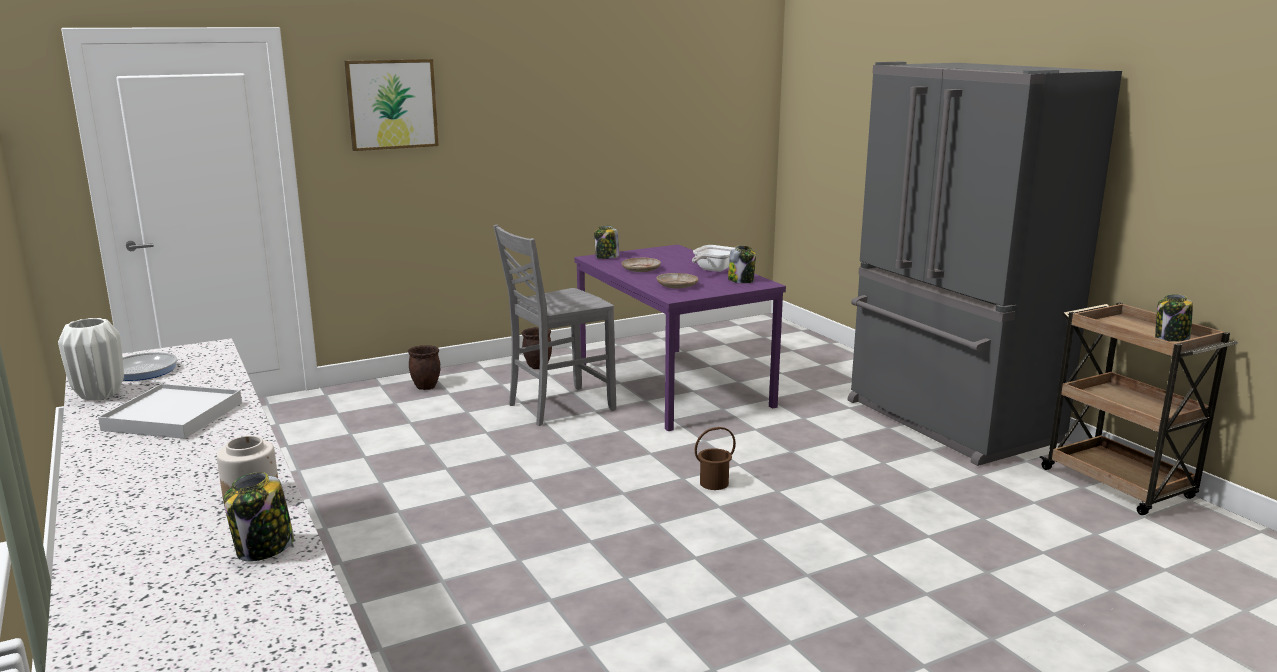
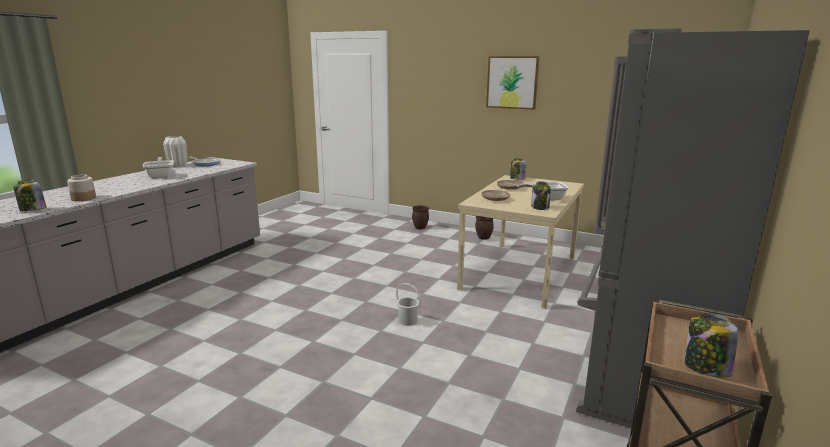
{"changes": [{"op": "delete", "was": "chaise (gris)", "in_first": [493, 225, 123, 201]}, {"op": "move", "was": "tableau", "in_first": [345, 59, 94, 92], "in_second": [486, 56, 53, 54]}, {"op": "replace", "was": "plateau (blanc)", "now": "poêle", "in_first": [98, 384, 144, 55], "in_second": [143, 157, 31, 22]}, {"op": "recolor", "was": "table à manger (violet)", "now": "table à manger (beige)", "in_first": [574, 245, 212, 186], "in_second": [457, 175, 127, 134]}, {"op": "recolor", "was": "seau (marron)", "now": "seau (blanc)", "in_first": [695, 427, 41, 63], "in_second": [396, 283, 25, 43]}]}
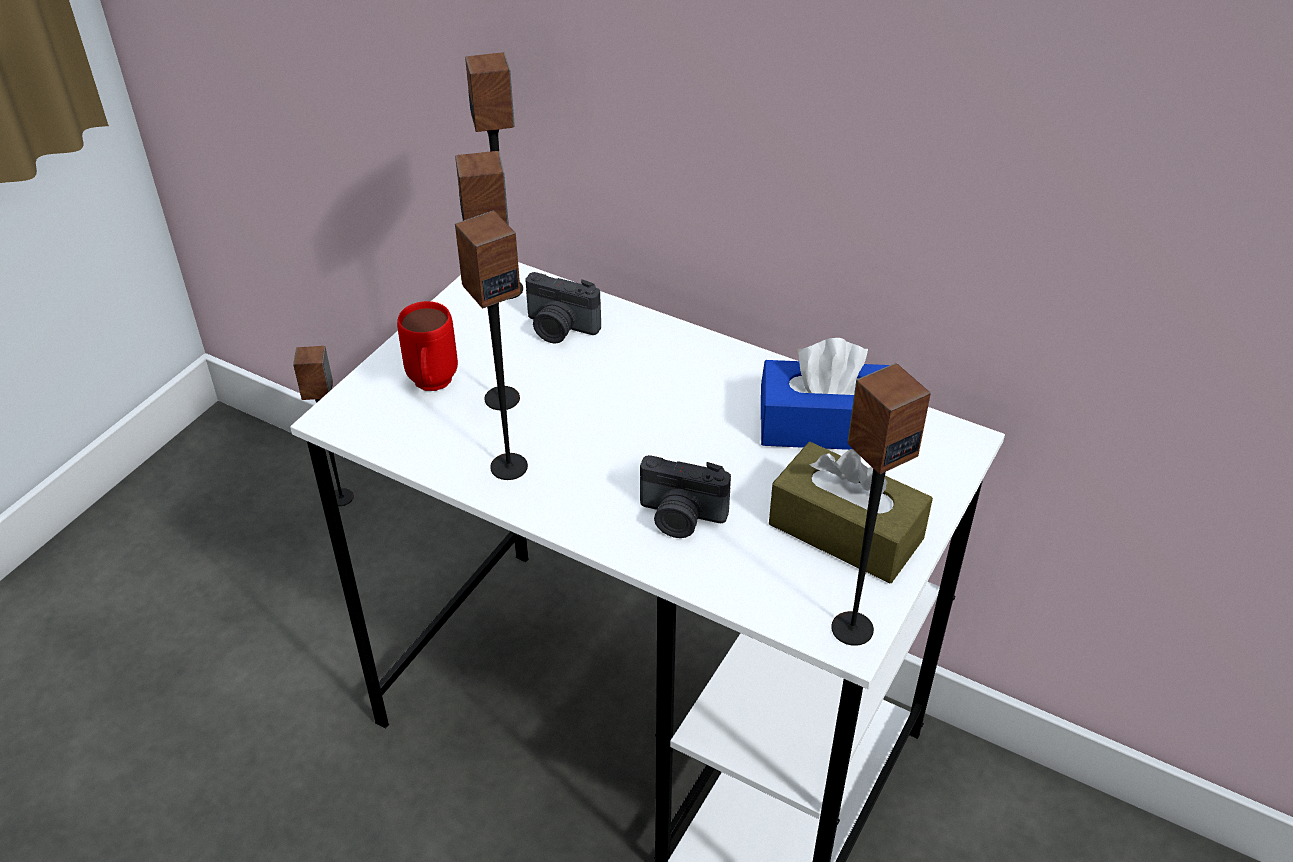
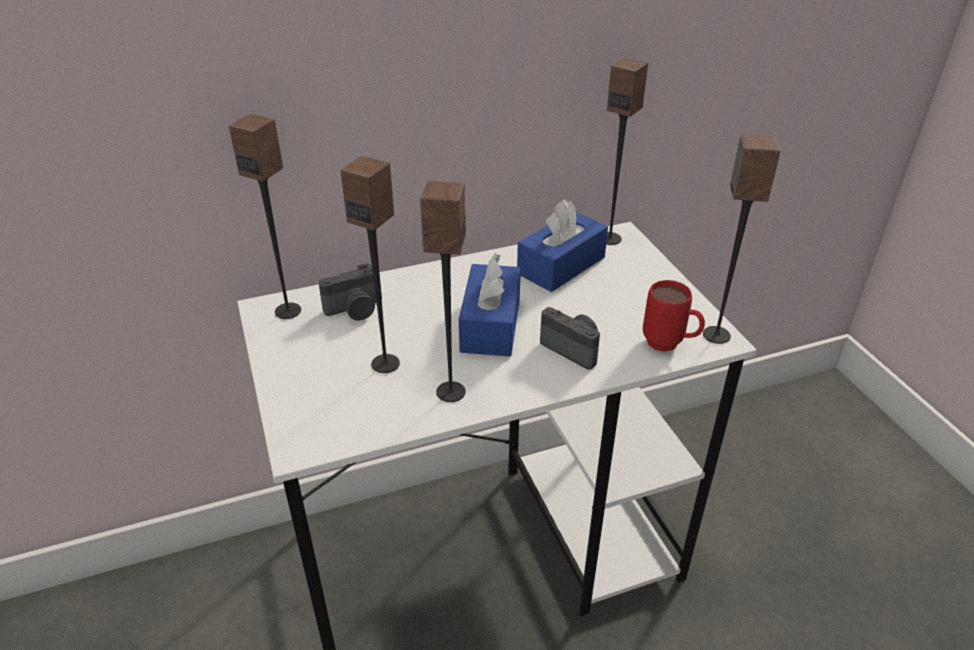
{"changes": [{"op": "delete", "was": "boîte à mouchoirs (marron)", "in_first": [769, 442, 164, 142]}, {"op": "insert", "now": "boîte à mouchoirs (bleu)", "in_second": [459, 254, 62, 102]}, {"op": "move", "was": "enceinte", "in_first": [293, 346, 61, 160], "in_second": [606, 58, 42, 187]}, {"op": "move", "was": "mug (rouge)", "in_first": [397, 301, 61, 90], "in_second": [643, 280, 62, 72]}, {"op": "rotate", "was": "appareil photo", "in_first": [640, 455, 91, 83], "in_second": [540, 307, 60, 62], "clockwise": -105}]}
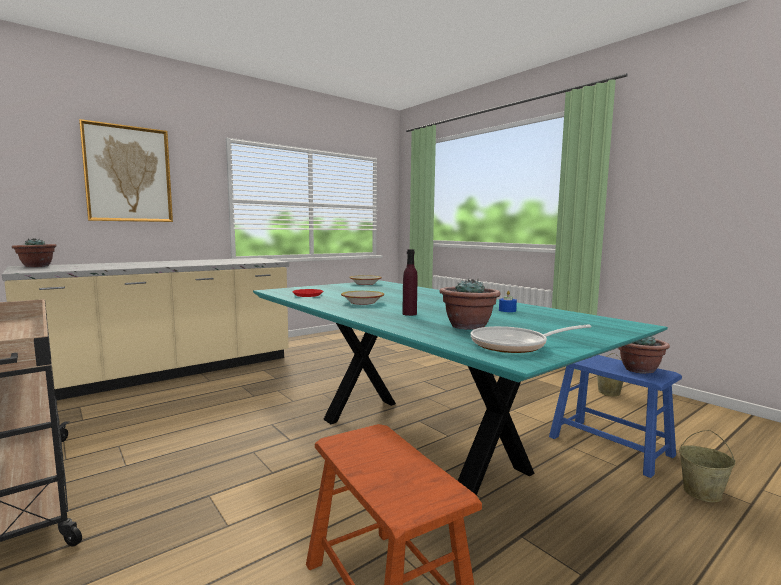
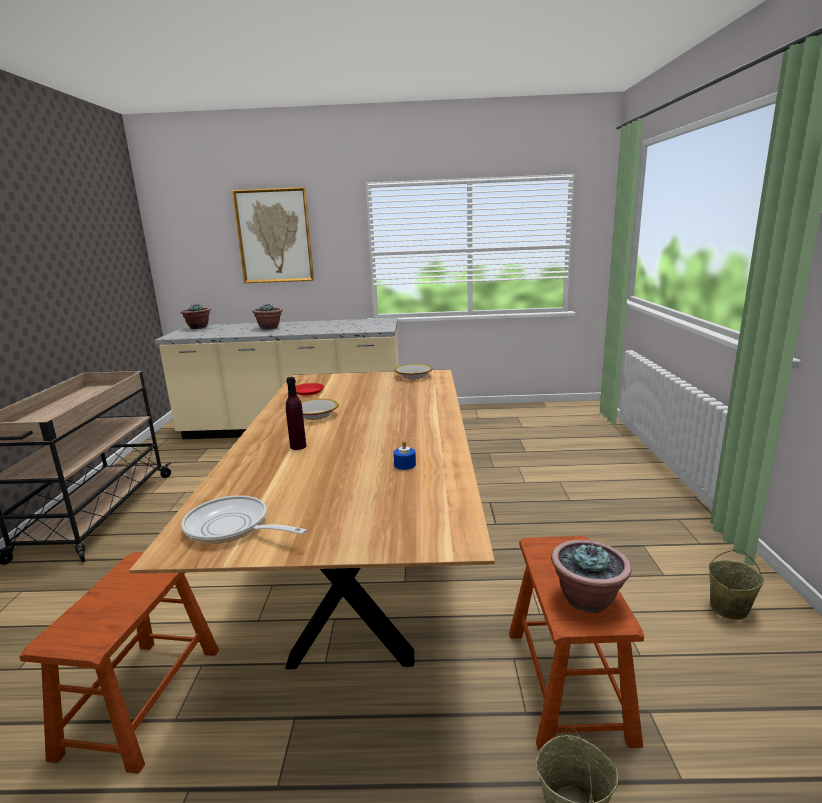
{"changes": [{"op": "move", "was": "plante en pot", "in_first": [440, 278, 61, 52], "in_second": [252, 304, 31, 25]}, {"op": "recolor", "was": "table à manger (turquoise)", "now": "table à manger (marron)", "in_first": [253, 280, 415, 216], "in_second": [129, 369, 366, 300]}, {"op": "recolor", "was": "tabouret (bleu)", "now": "tabouret (marron)", "in_first": [549, 355, 133, 123], "in_second": [509, 536, 135, 215]}]}
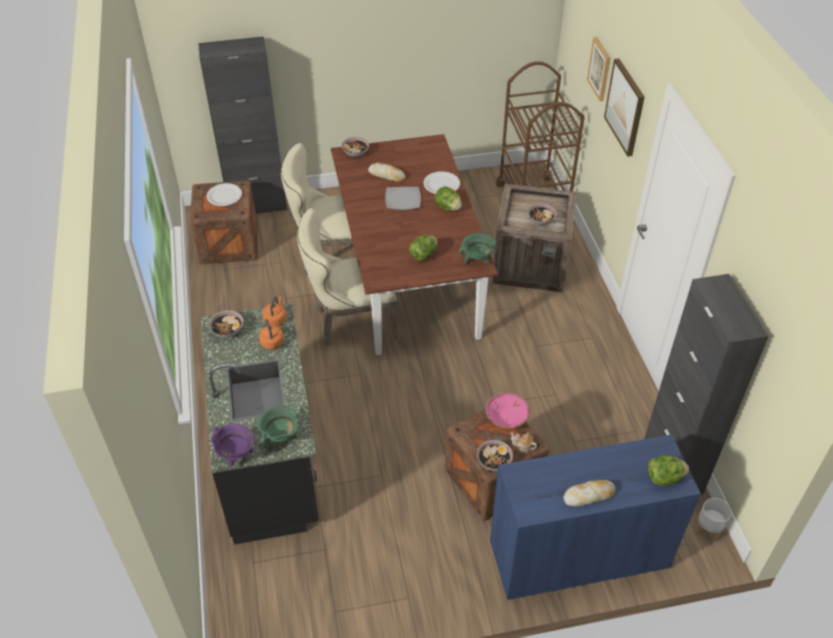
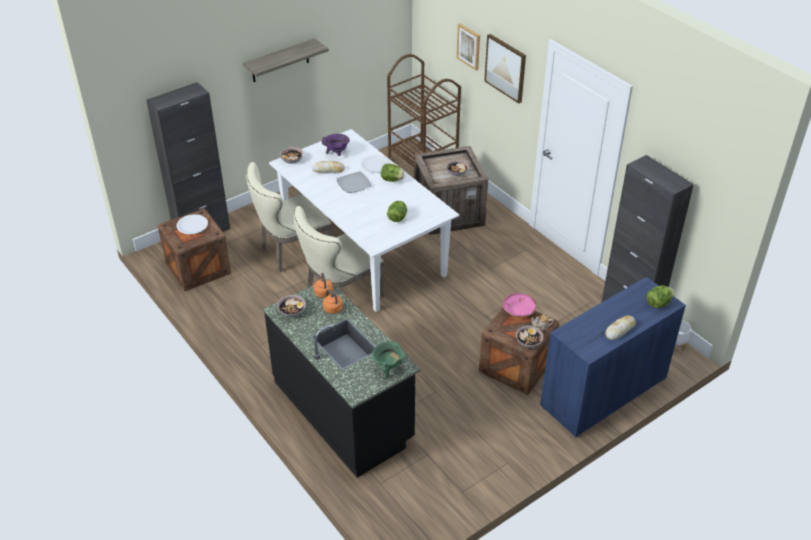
{"changes": [{"op": "delete", "was": "marmite (vert)", "in_first": [459, 233, 37, 32]}, {"op": "insert", "now": "étagère", "in_second": [243, 38, 86, 44]}, {"op": "move", "was": "marmite (violet)", "in_first": [211, 424, 44, 43], "in_second": [322, 134, 28, 22]}, {"op": "recolor", "was": "table à manger (marron)", "now": "table à manger (blanc)", "in_first": [331, 134, 167, 221], "in_second": [269, 129, 190, 183]}]}
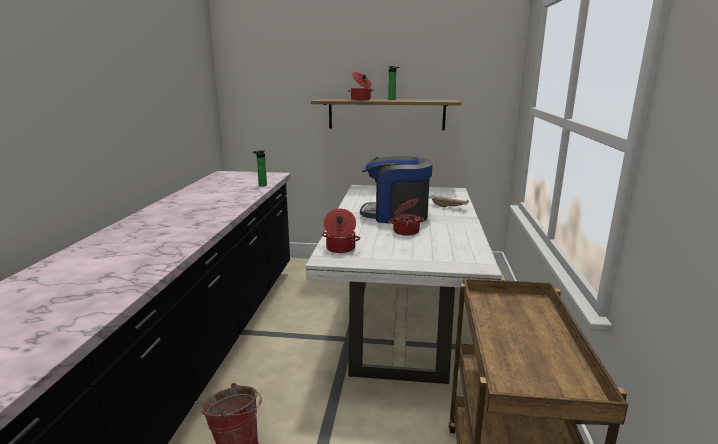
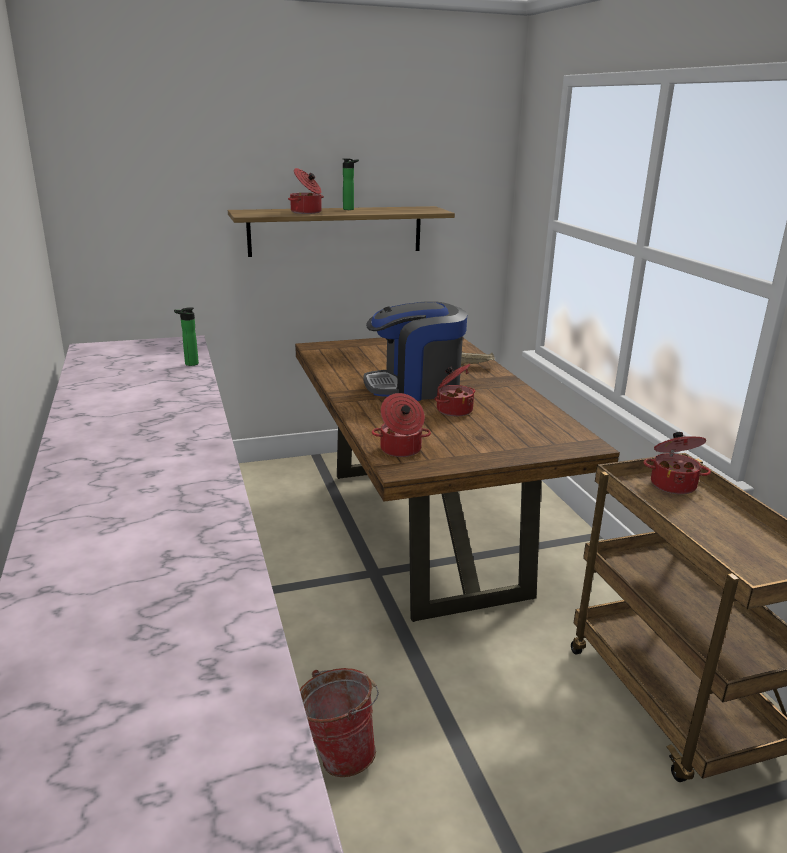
{"changes": [{"op": "insert", "now": "marmite", "in_second": [643, 432, 68, 62]}, {"op": "recolor", "was": "table à manger (blanc)", "now": "table à manger (marron)", "in_first": [306, 185, 196, 199], "in_second": [295, 337, 325, 285]}]}
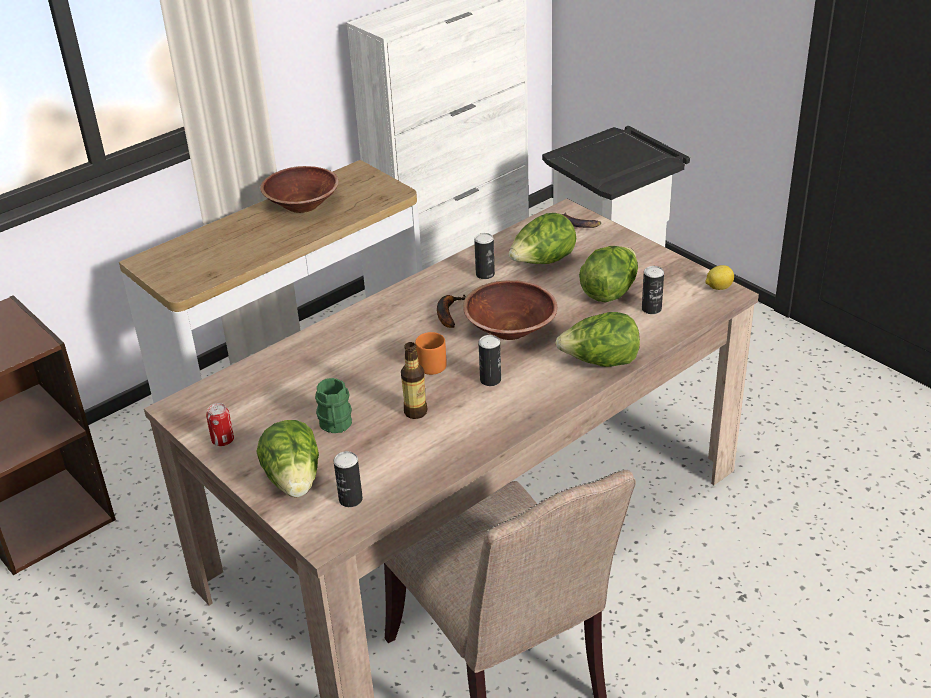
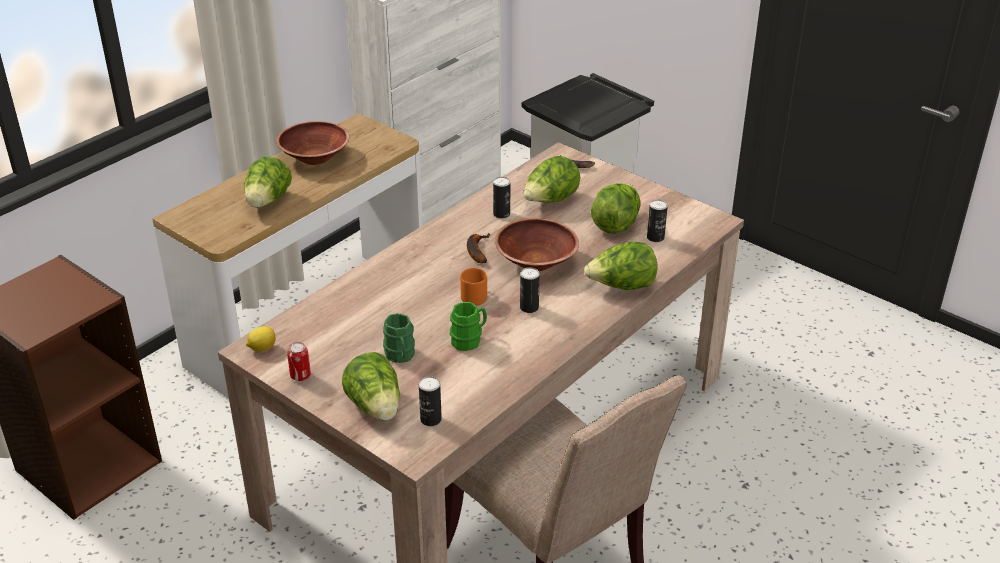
{"changes": [{"op": "insert", "now": "laitue", "in_second": [244, 157, 48, 51]}, {"op": "move", "was": "citron", "in_first": [705, 265, 29, 25], "in_second": [246, 326, 30, 26]}, {"op": "replace", "was": "bouteille", "now": "mug (vert)", "in_first": [401, 342, 26, 77], "in_second": [450, 302, 37, 49]}]}
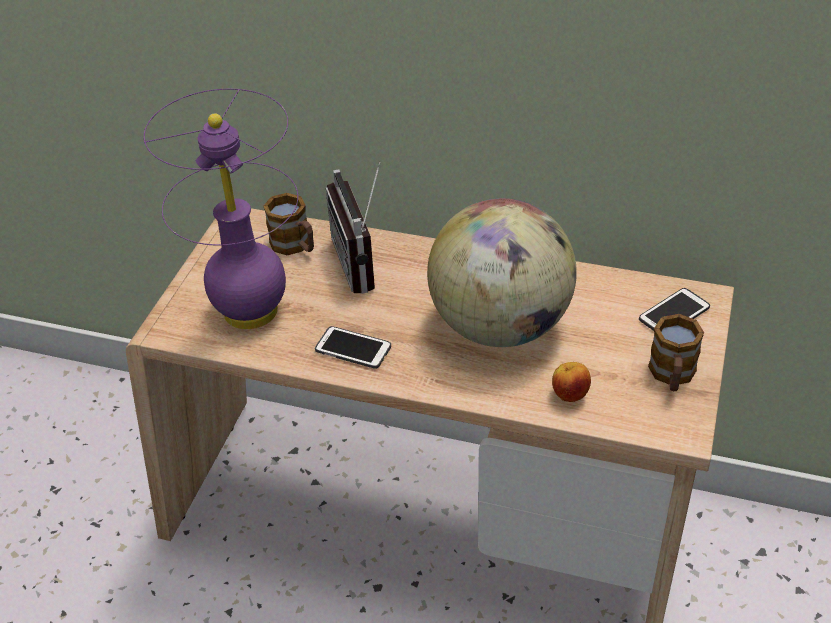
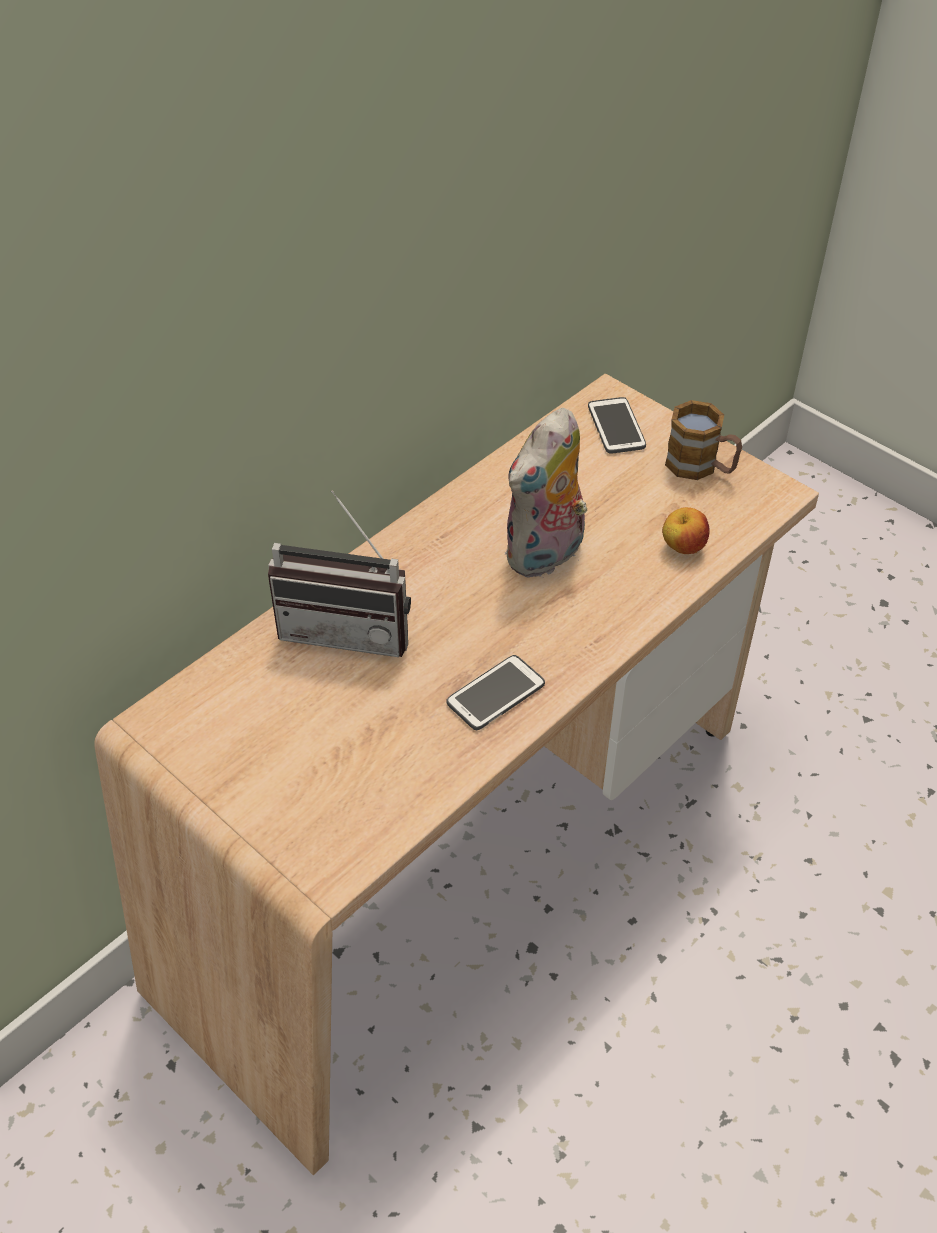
{"changes": [{"op": "delete", "was": "lampe de table (violet)", "in_first": [144, 89, 154, 240]}, {"op": "delete", "was": "mug", "in_first": [263, 193, 51, 62]}, {"op": "replace", "was": "globe", "now": "peluche", "in_first": [427, 198, 150, 149], "in_second": [505, 408, 82, 170]}]}
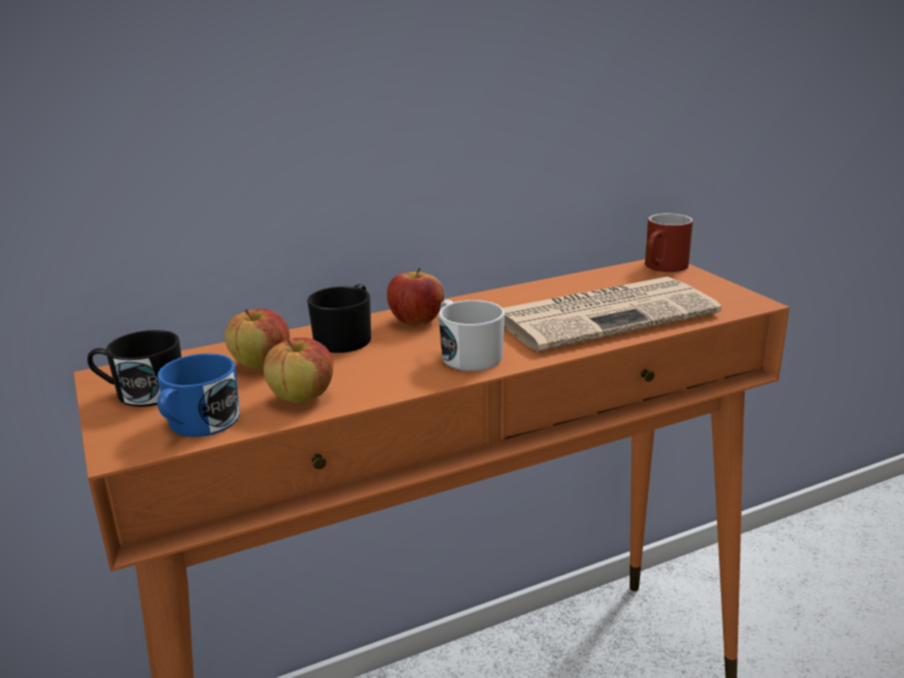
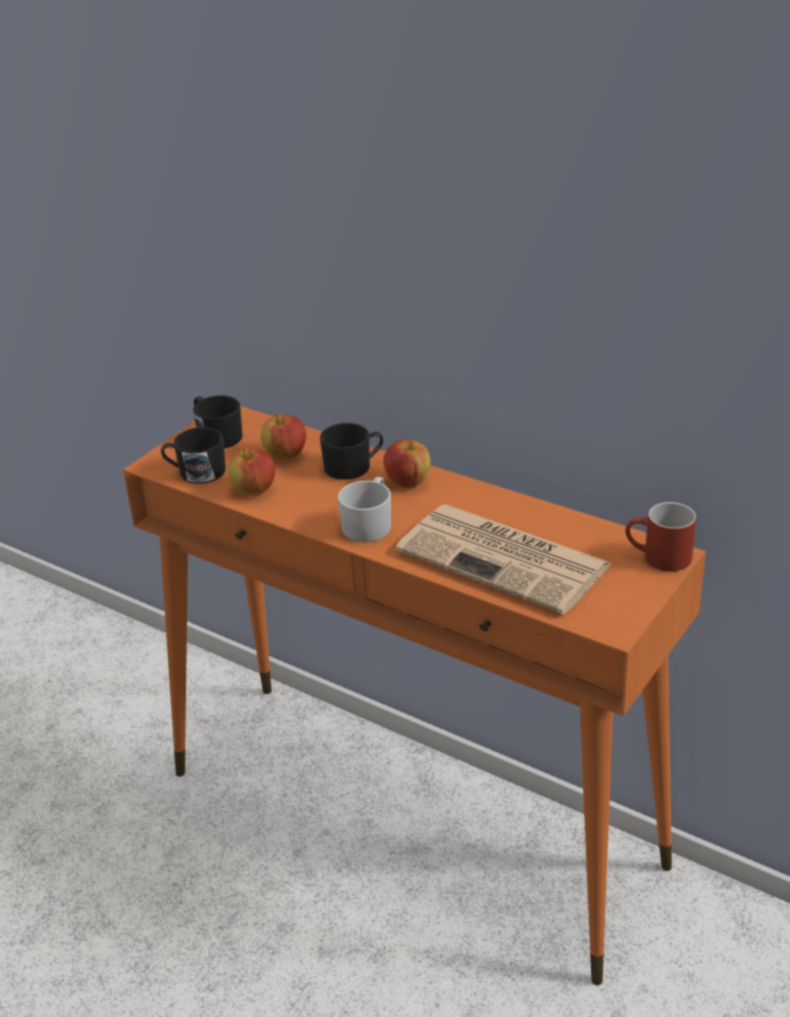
{"changes": [{"op": "recolor", "was": "mug (bleu)", "now": "mug (noir)", "in_first": [157, 353, 83, 84], "in_second": [161, 427, 65, 57]}]}
